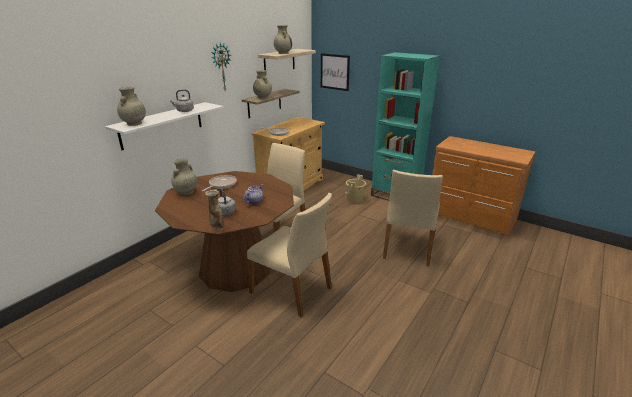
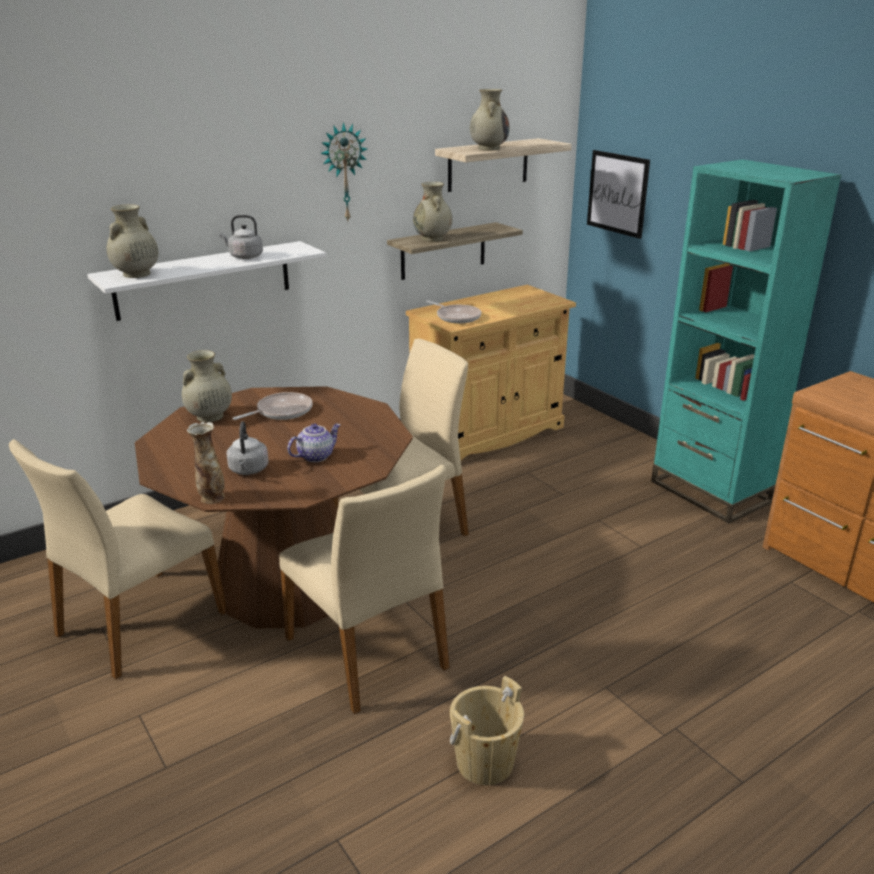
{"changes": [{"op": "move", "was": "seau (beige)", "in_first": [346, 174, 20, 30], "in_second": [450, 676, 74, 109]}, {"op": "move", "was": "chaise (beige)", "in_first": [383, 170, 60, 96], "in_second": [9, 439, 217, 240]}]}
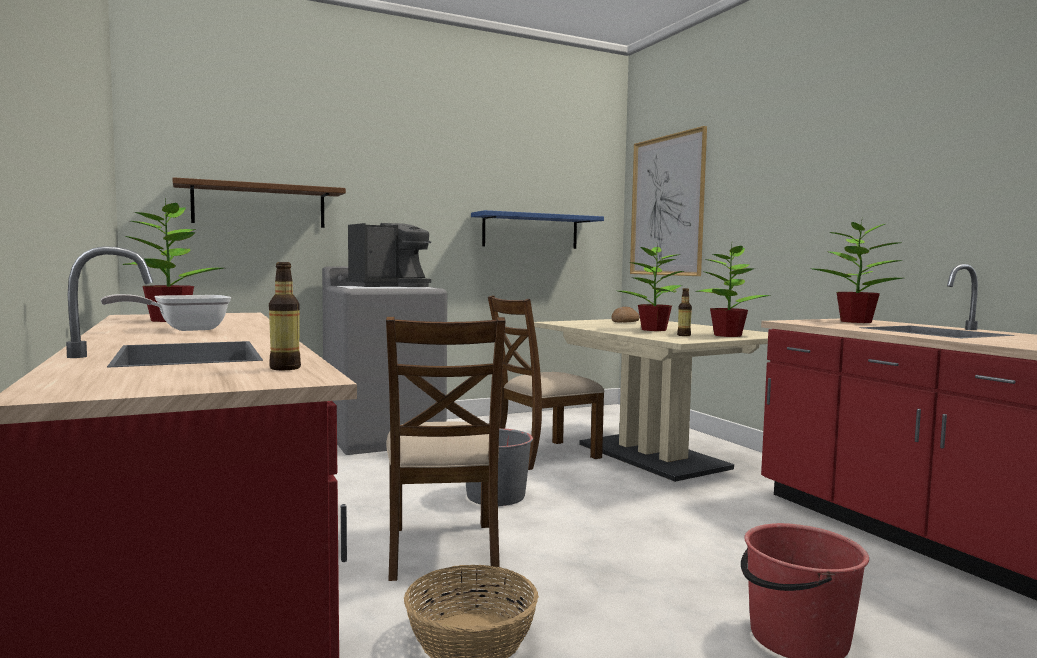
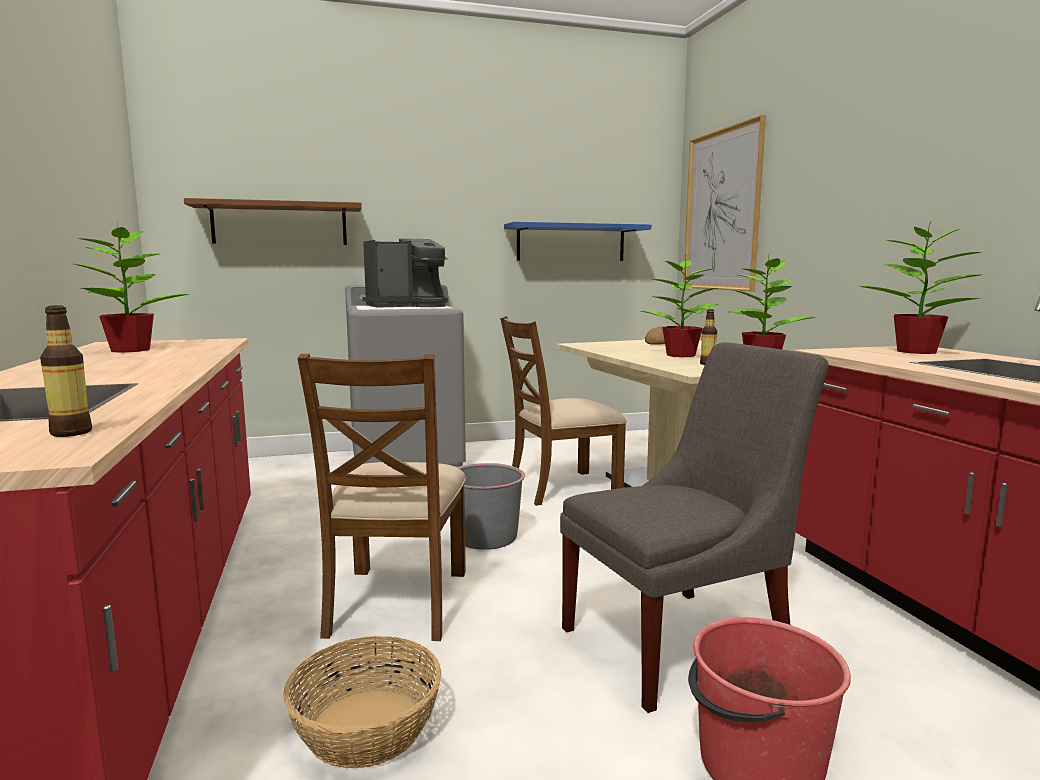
{"changes": [{"op": "delete", "was": "poêle", "in_first": [101, 294, 130, 37]}, {"op": "insert", "now": "chaise (gris)", "in_second": [560, 342, 269, 371]}]}
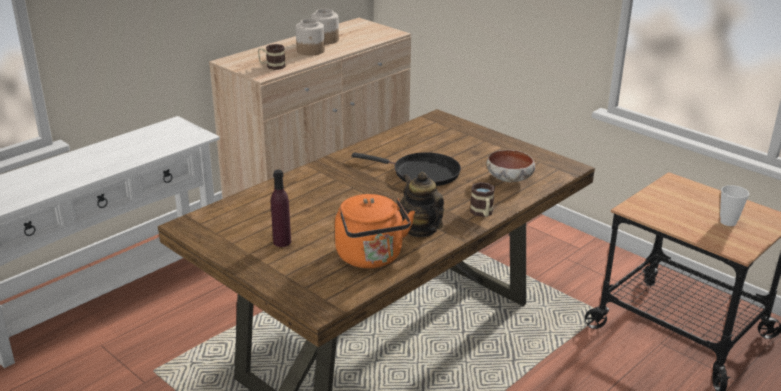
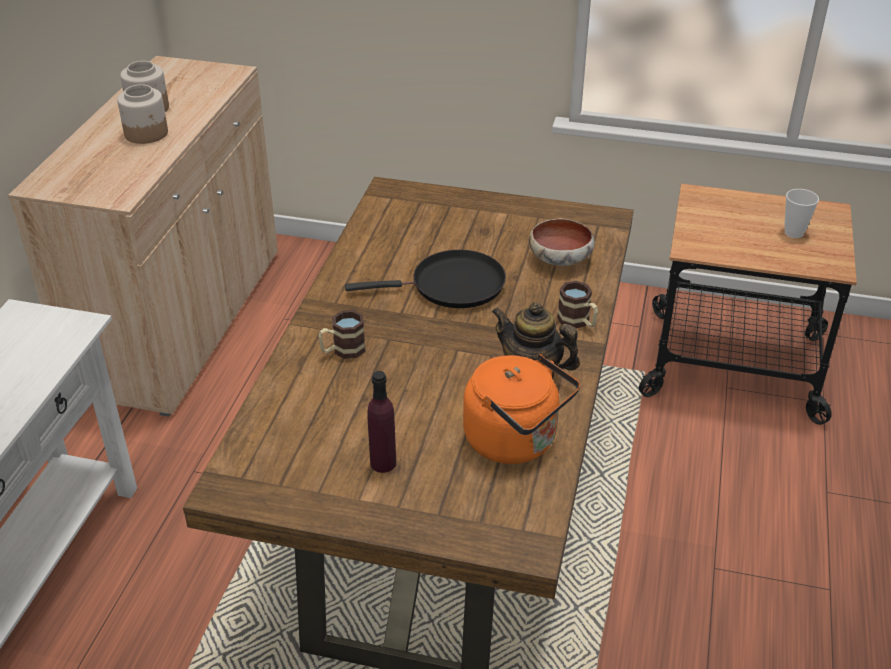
{"changes": [{"op": "move", "was": "mug", "in_first": [258, 44, 28, 26], "in_second": [318, 310, 48, 49]}]}
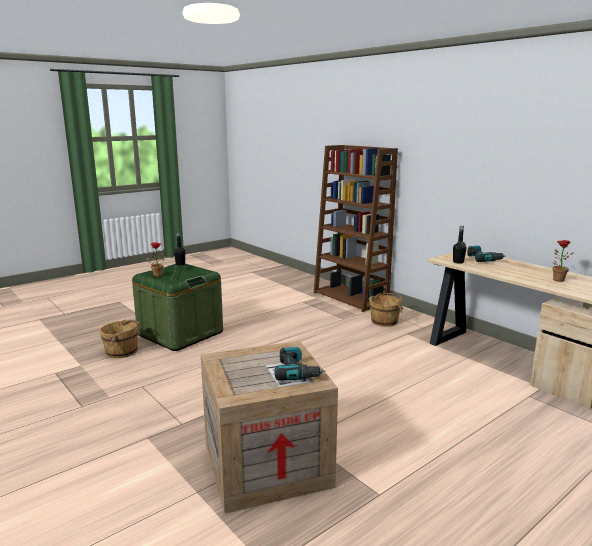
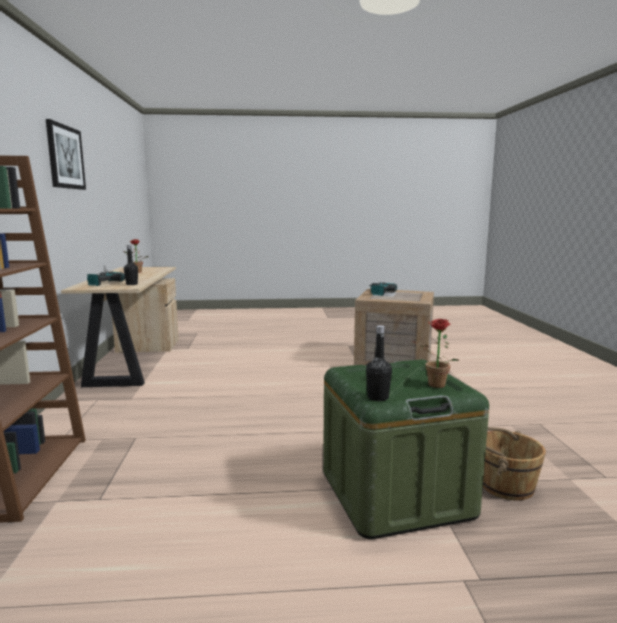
{"changes": [{"op": "delete", "was": "seau (marron)", "in_first": [369, 293, 34, 34]}, {"op": "insert", "now": "tableau", "in_second": [46, 119, 40, 71]}]}
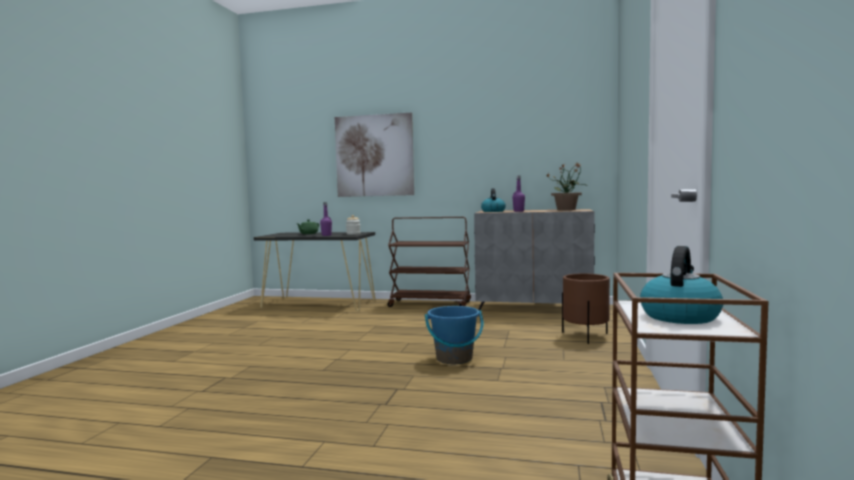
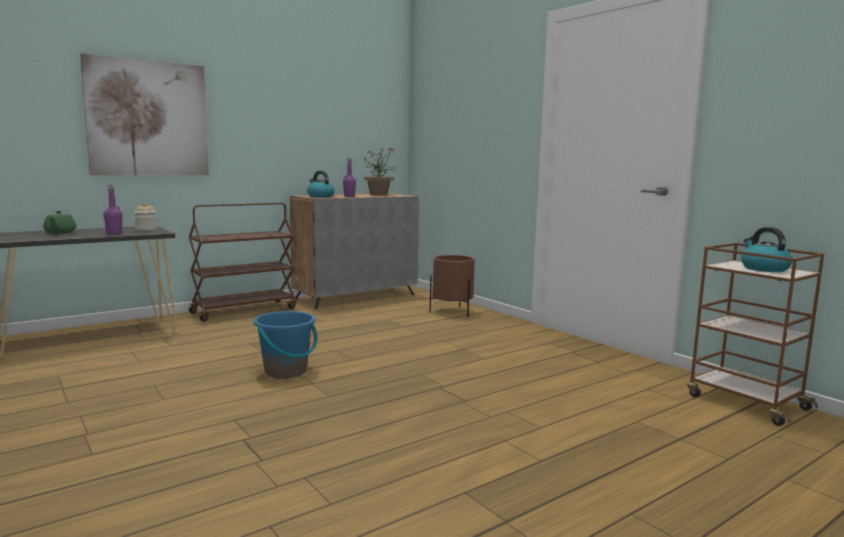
{"changes": [{"op": "move", "was": "seau (bleu)", "in_first": [425, 306, 58, 58], "in_second": [254, 311, 64, 68]}]}
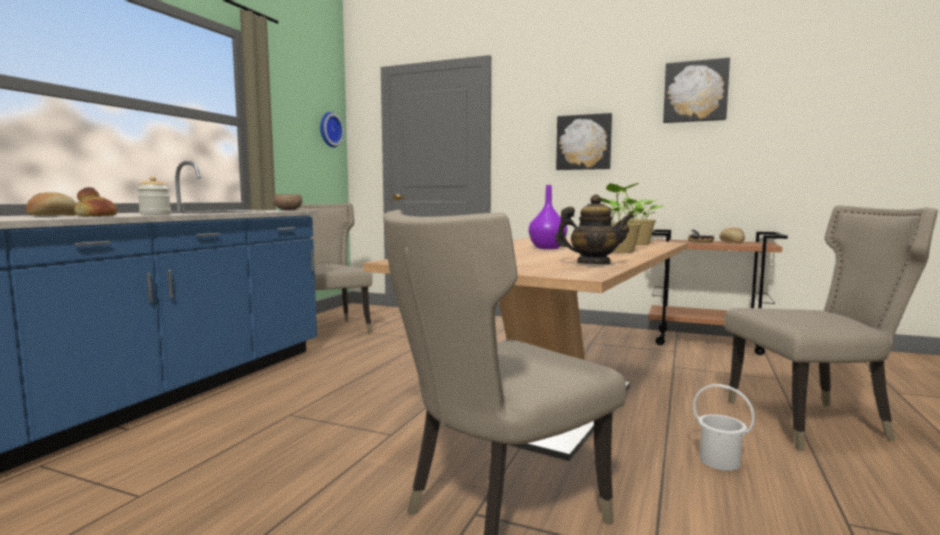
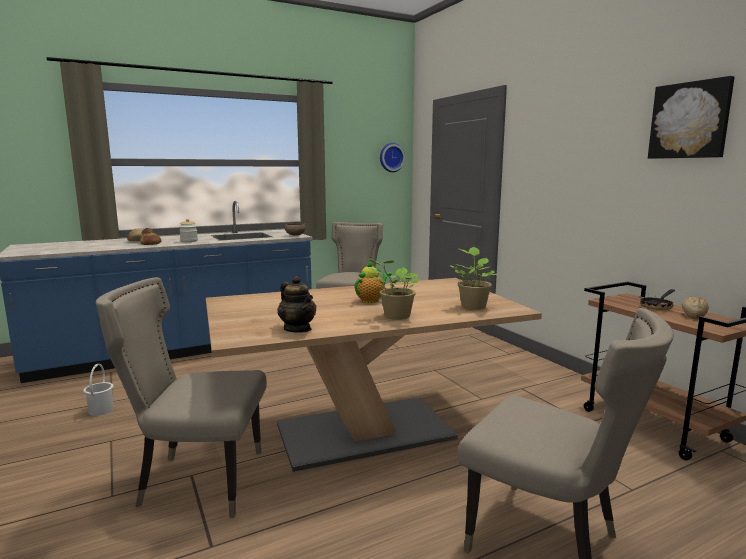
{"changes": [{"op": "delete", "was": "tableau", "in_first": [556, 113, 56, 57]}, {"op": "move", "was": "seau (blanc)", "in_first": [693, 384, 62, 87], "in_second": [83, 364, 31, 52]}, {"op": "replace", "was": "vase (violet)", "now": "théière", "in_first": [529, 185, 38, 64], "in_second": [355, 261, 37, 42]}]}
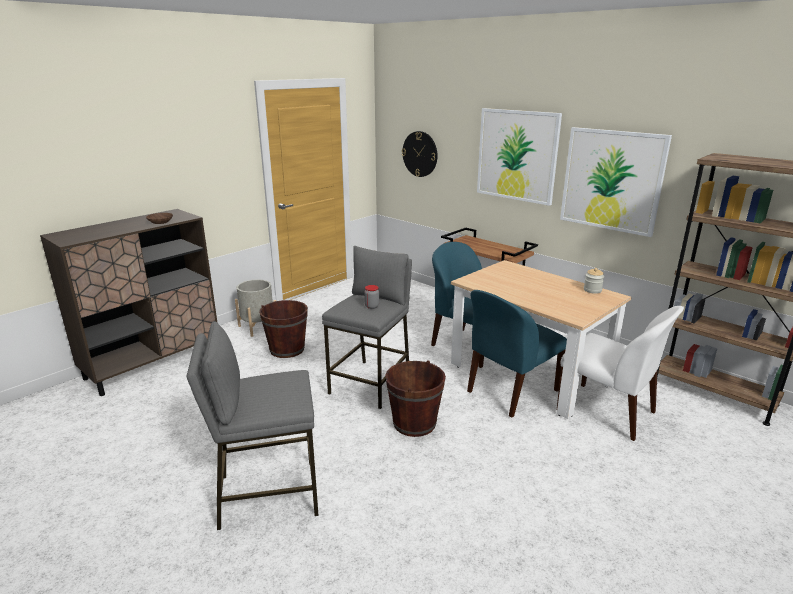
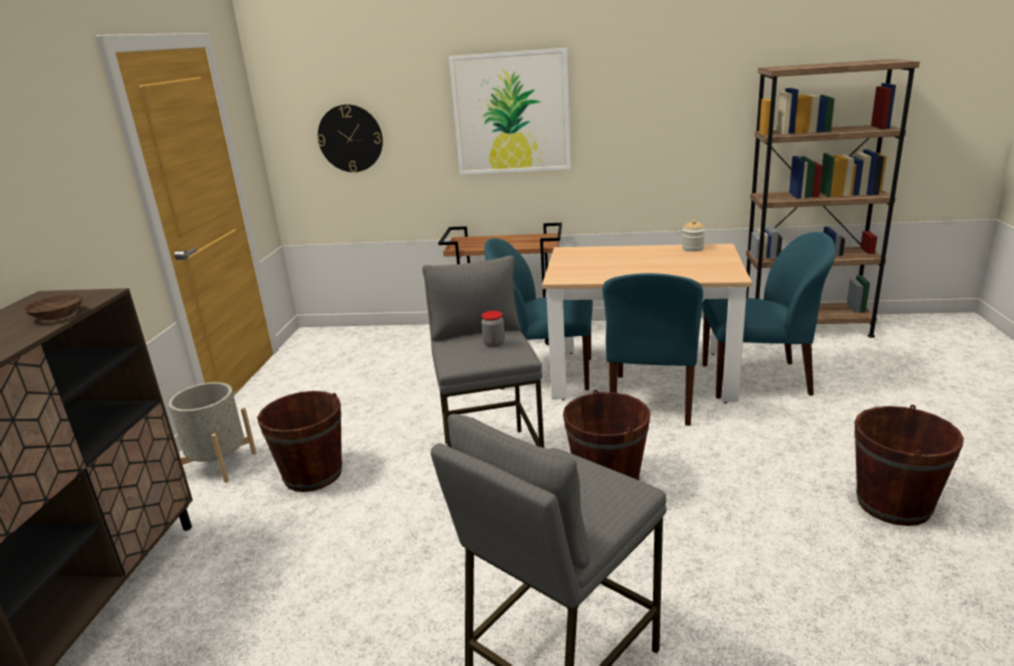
{"changes": [{"op": "delete", "was": "tableau", "in_first": [560, 127, 112, 110]}, {"op": "insert", "now": "seau (marron)", "in_second": [854, 405, 110, 121]}, {"op": "recolor", "was": "chaise (blanc)", "now": "chaise (bleu)", "in_first": [557, 306, 127, 135], "in_second": [702, 232, 134, 167]}]}
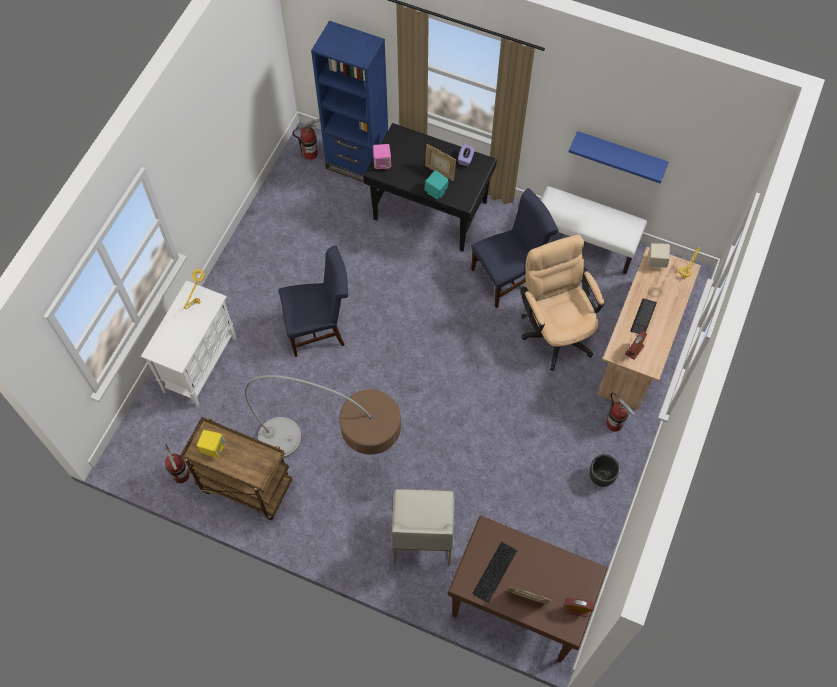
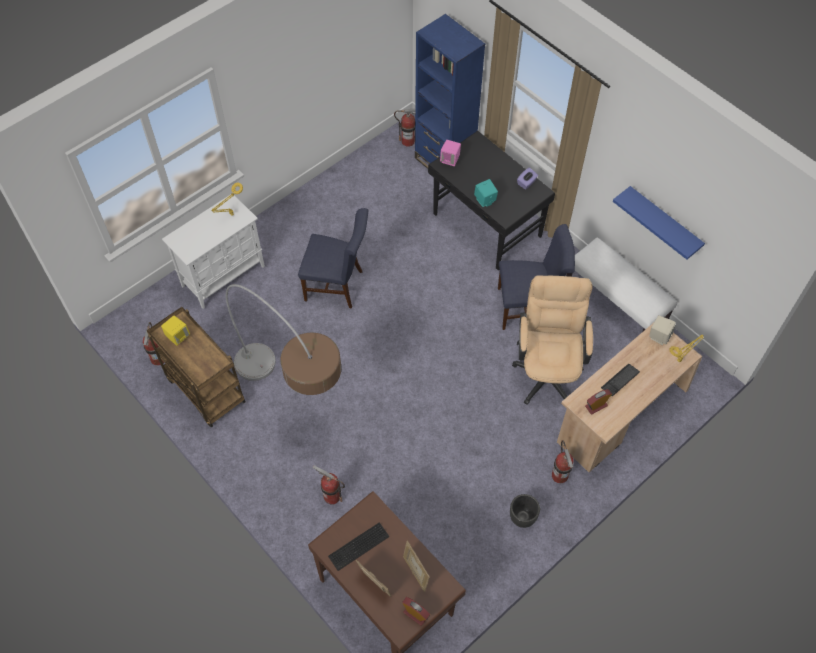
{"changes": [{"op": "move", "was": "cadre photo", "in_first": [425, 144, 31, 37], "in_second": [403, 541, 26, 51]}, {"op": "replace", "was": "chaise (blanc)", "now": "extincteur", "in_first": [391, 489, 64, 77], "in_second": [313, 465, 32, 40]}]}
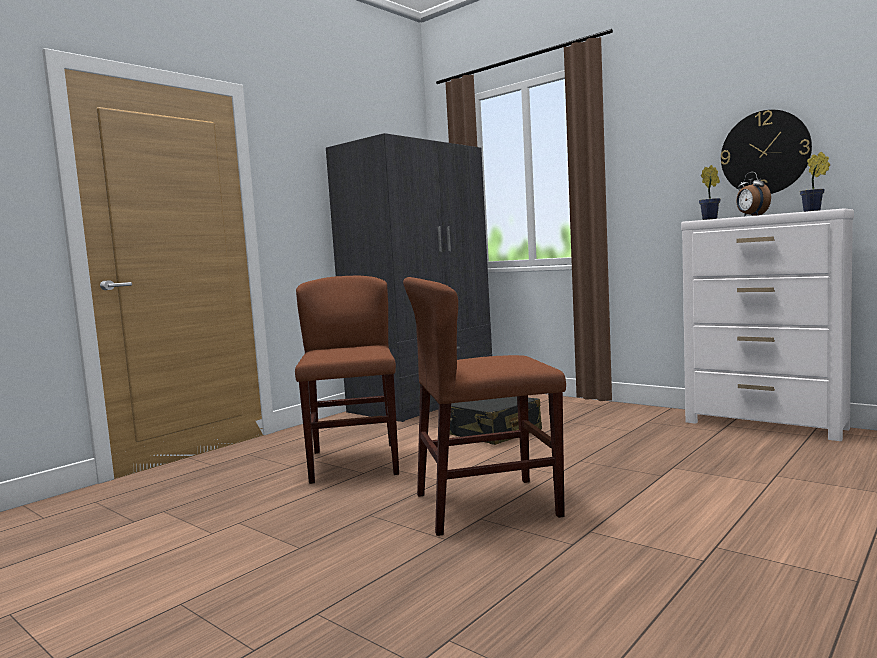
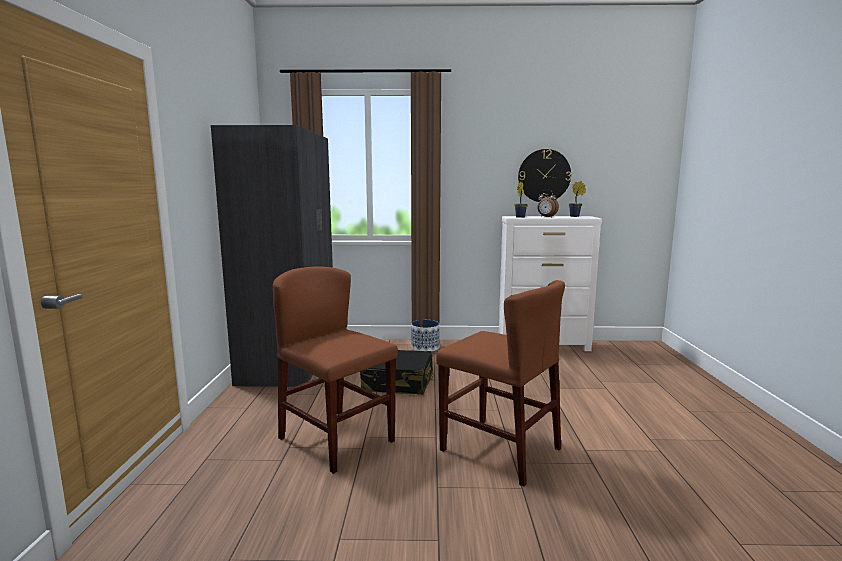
{"changes": [{"op": "insert", "now": "cache-pot", "in_second": [411, 320, 29, 32]}, {"op": "rotate", "was": "chaise (marron)", "in_first": [403, 277, 163, 259], "in_second": [436, 280, 129, 207], "clockwise": -90}]}
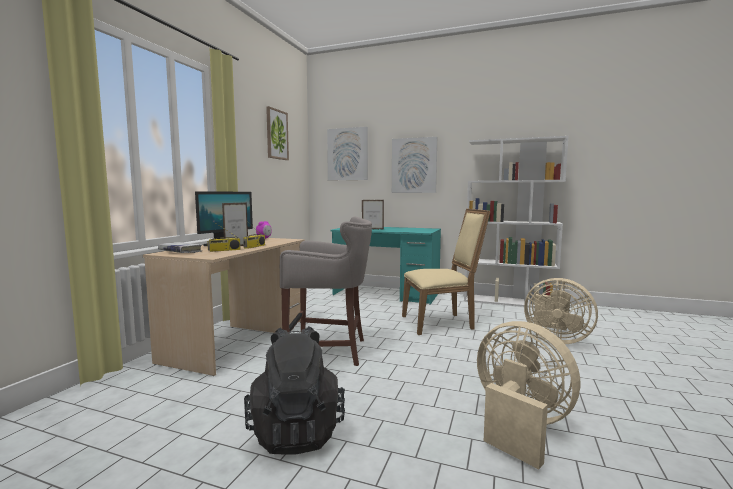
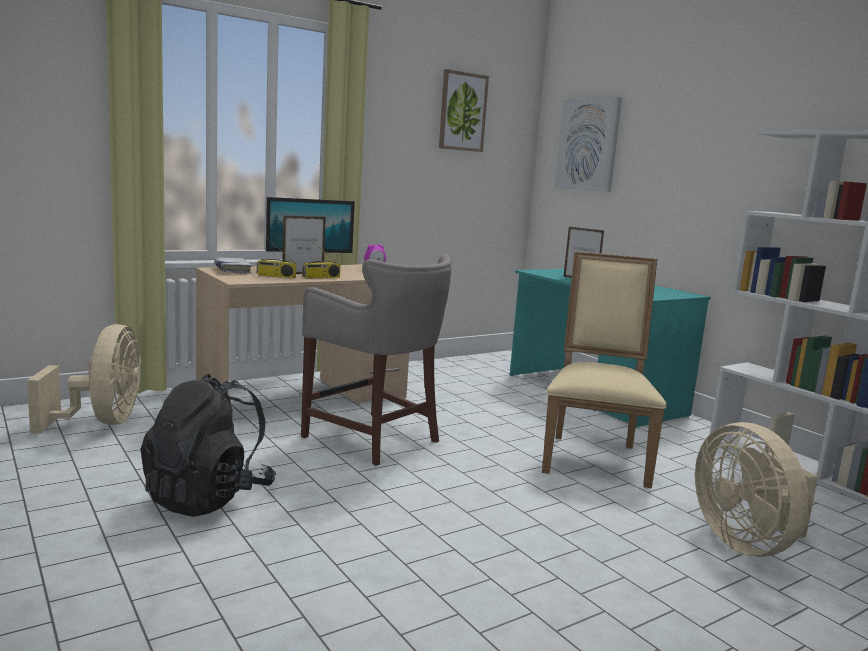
{"changes": [{"op": "delete", "was": "tableau", "in_first": [392, 137, 45, 56]}, {"op": "move", "was": "ventilateur (beige)", "in_first": [477, 321, 104, 148], "in_second": [27, 324, 114, 110]}, {"op": "rotate", "was": "chaise (beige)", "in_first": [402, 209, 88, 126], "in_second": [542, 251, 125, 237], "clockwise": -105}]}
